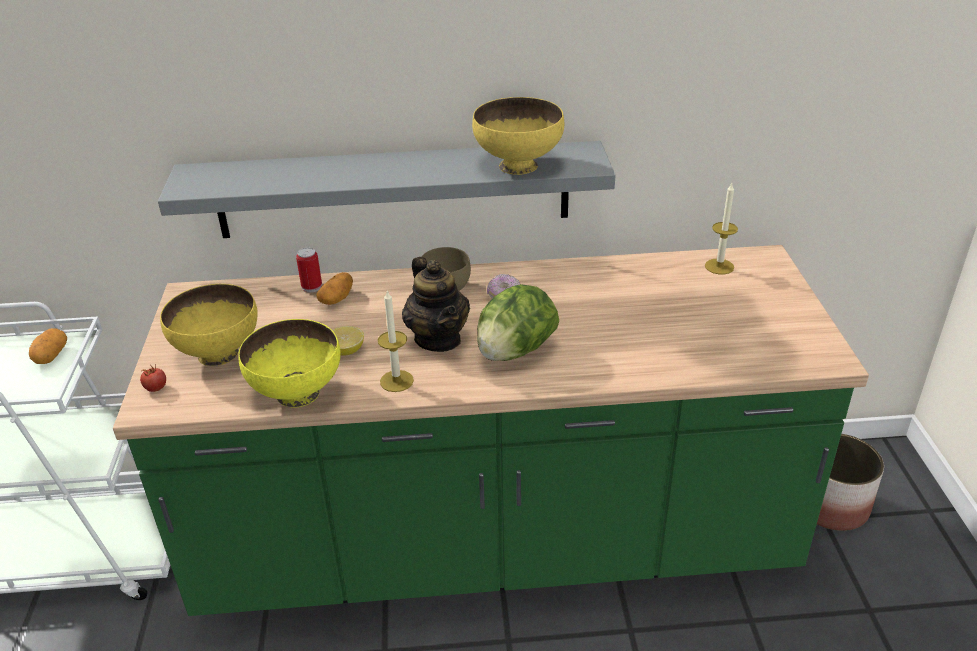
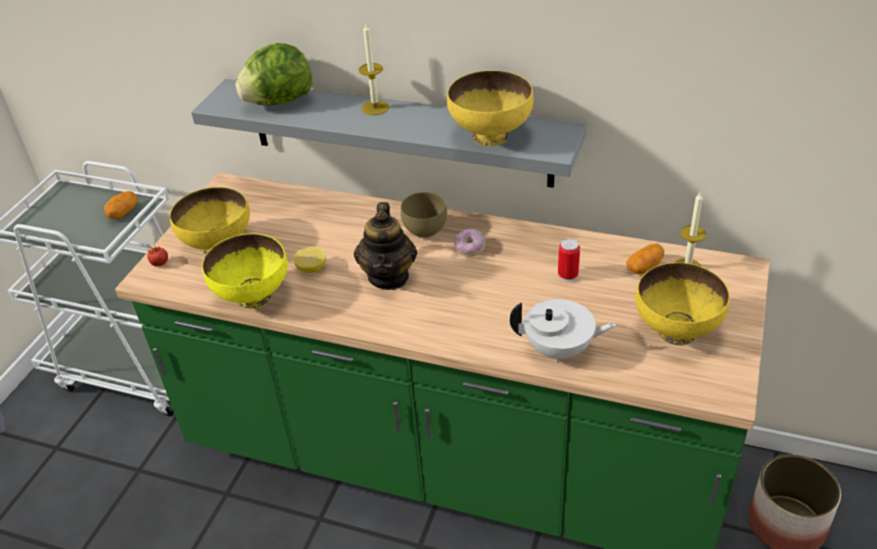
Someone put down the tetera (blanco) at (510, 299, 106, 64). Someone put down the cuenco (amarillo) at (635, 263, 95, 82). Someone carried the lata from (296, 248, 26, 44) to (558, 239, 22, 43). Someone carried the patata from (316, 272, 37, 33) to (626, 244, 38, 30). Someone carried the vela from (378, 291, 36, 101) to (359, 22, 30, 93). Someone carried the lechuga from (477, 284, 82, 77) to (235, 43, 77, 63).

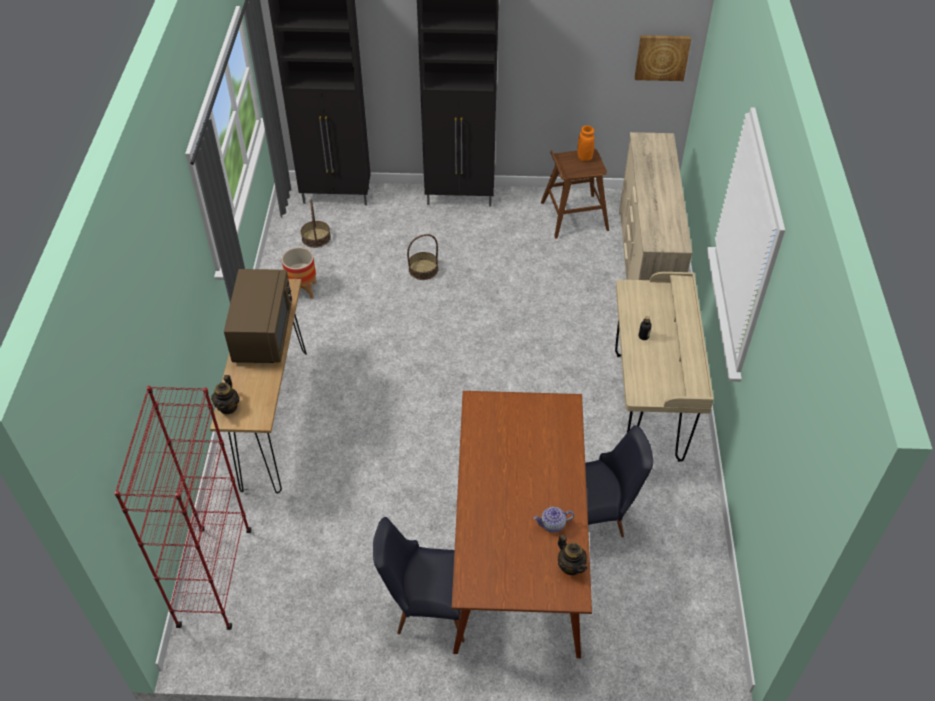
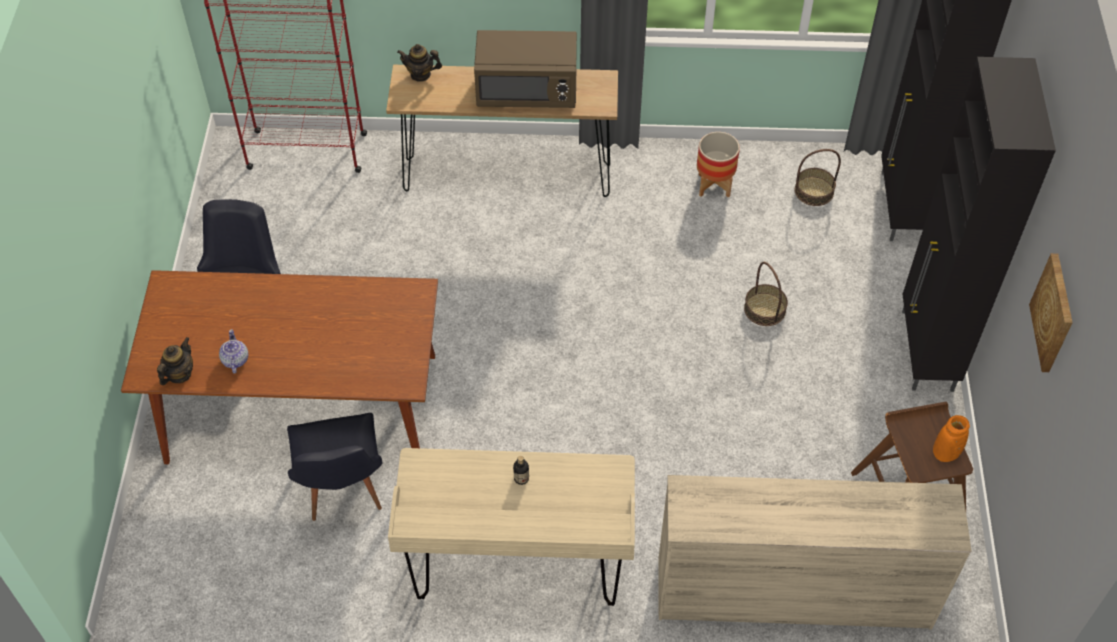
Someone carried the cuadro from (635, 35, 56, 46) to (1029, 253, 44, 119). Someone rotated the tetera at (558, 534, 29, 41) by 150 degrees clockwise.

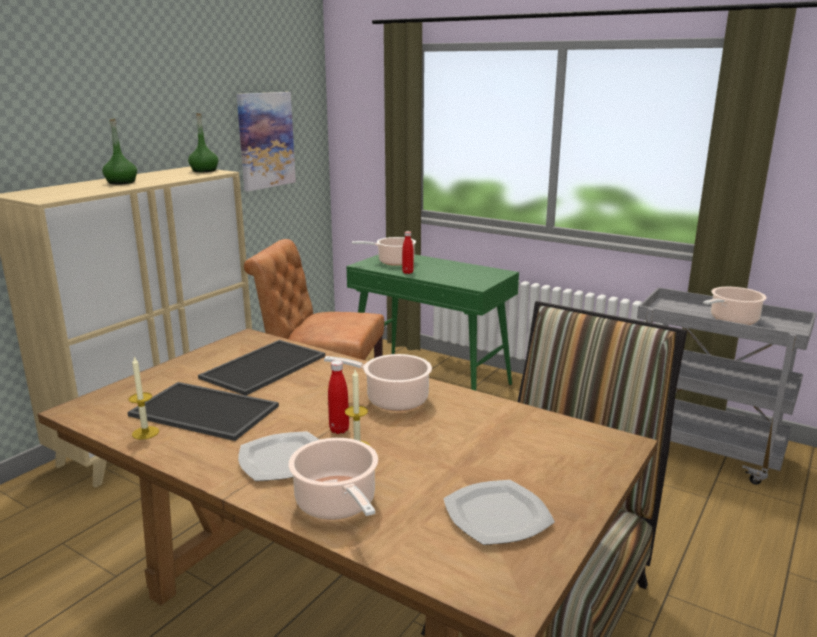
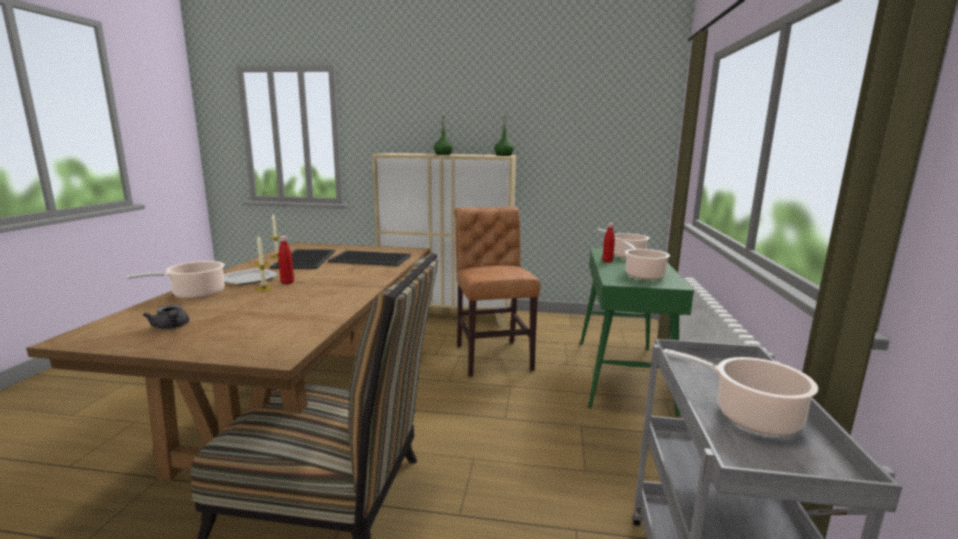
Someone took away the cuadro at (237, 92, 59, 99). Someone carried the olla from (324, 354, 108, 57) to (622, 242, 48, 38). Someone swapped the plato at (443, 480, 112, 65) for the tetera (gris) at (143, 305, 46, 24).

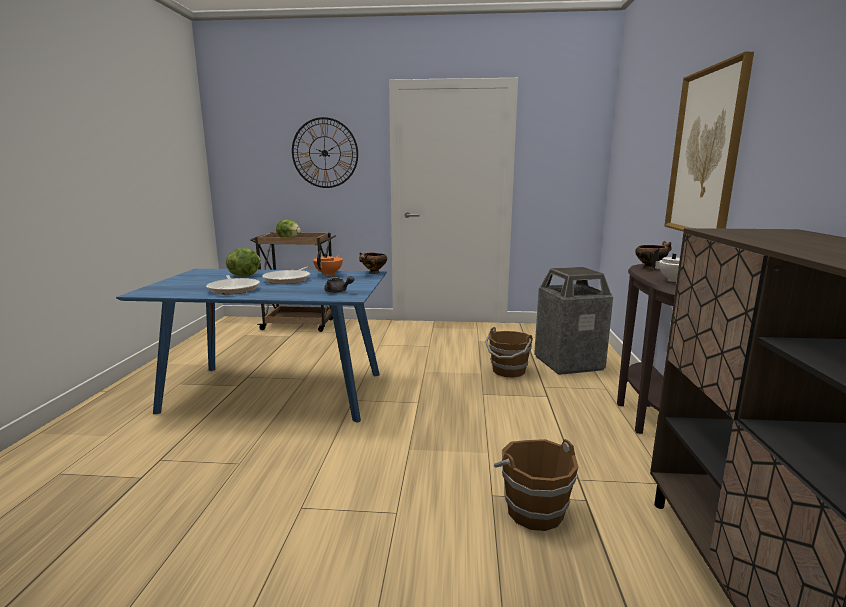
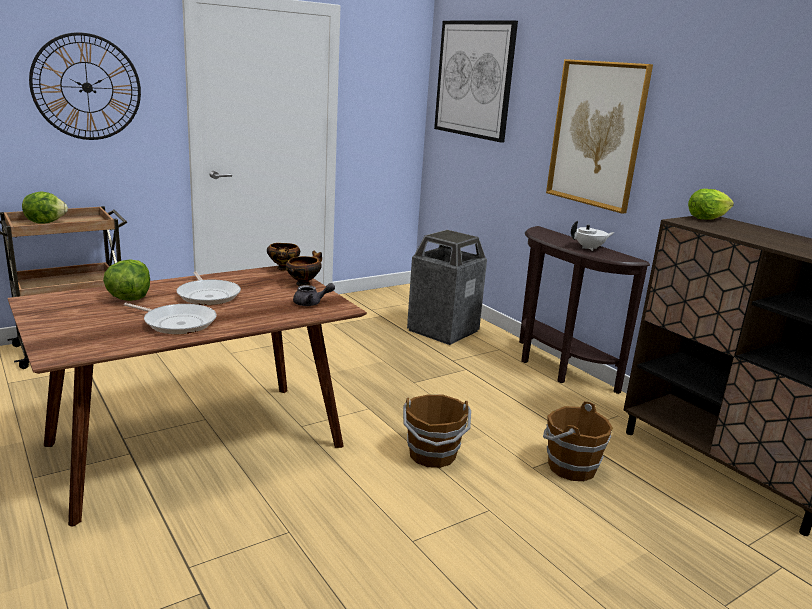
Someone took away the tetera (naranja) at (313, 251, 30, 25). Someone put up the cuadro at (434, 20, 84, 123). Someone put down the lechuga at (688, 189, 46, 31). Someone carried the cubo (marrón) from (485, 327, 48, 51) to (403, 395, 68, 73). Someone carried the cuenco from (635, 241, 36, 28) to (286, 251, 36, 35). Someone repainted the mesa de comedor (azul) at (116, 269, 271, 153), which became the mesa de comedor (marrón) at (8, 266, 359, 260).

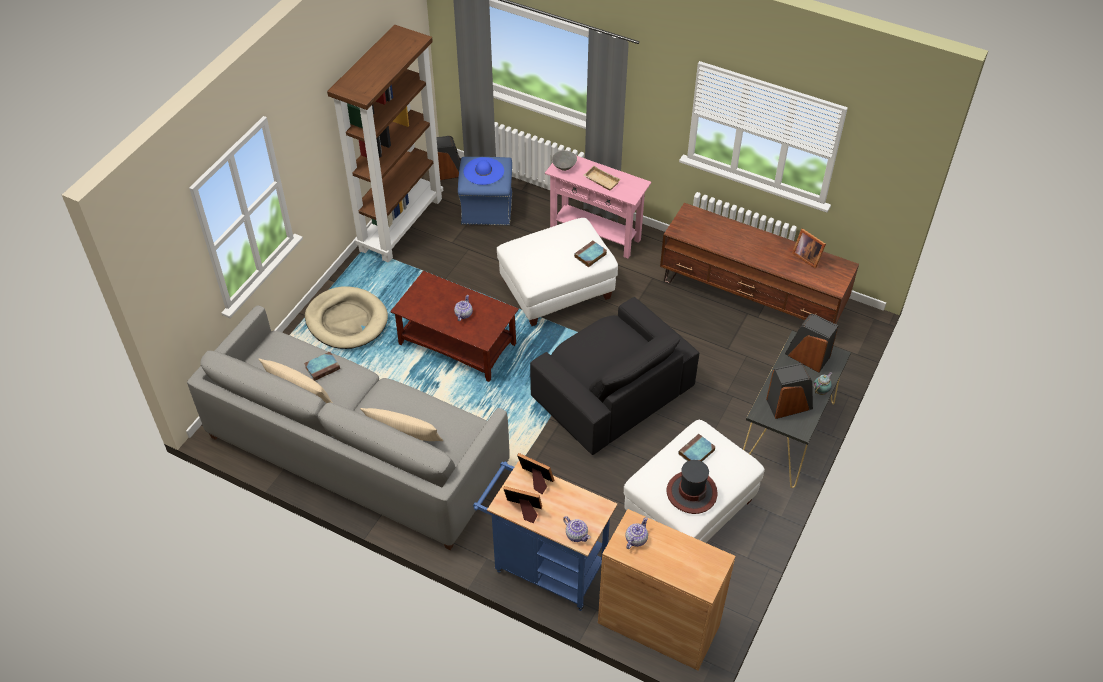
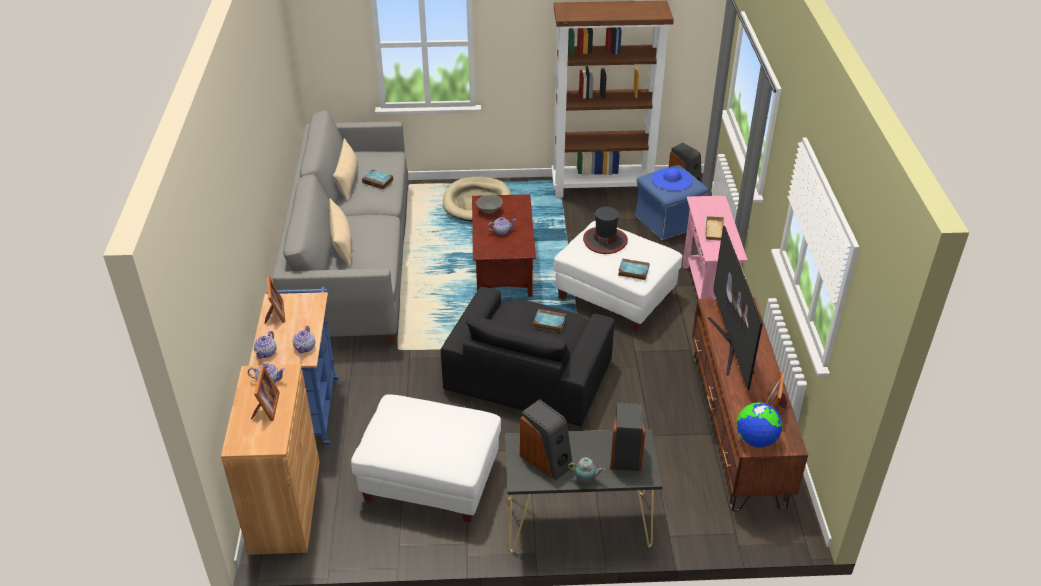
Someone put down the tetera at (293, 326, 22, 27). Someone put down the televisor at (708, 226, 55, 164). Someone put down the globo terráqueo at (737, 402, 45, 45). Someone carried the portarretratos from (517, 453, 37, 41) to (251, 365, 29, 56). Someone carried the cuenco (gris) from (552, 150, 25, 21) to (476, 195, 27, 19). Someone carried the sombrero from (666, 460, 52, 54) to (583, 207, 45, 47). Someone carried the libro from (678, 434, 38, 27) to (533, 309, 34, 23).

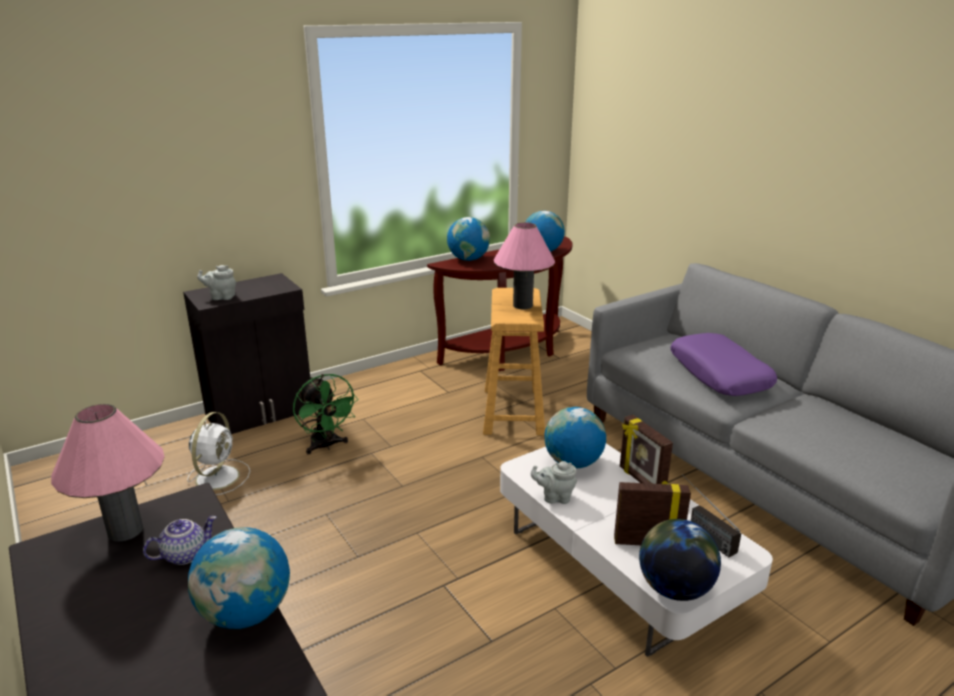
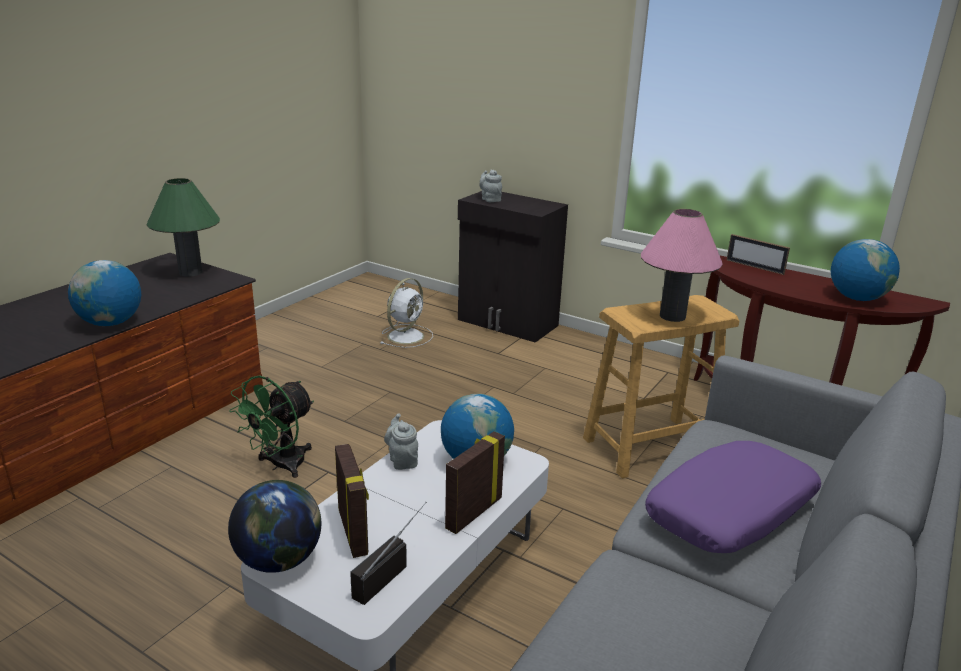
Someone took away the tetera at (143, 516, 74, 49). Someone carried the ventilador (verde) from (293, 374, 66, 80) to (229, 375, 85, 103). Someone swapped the globo terráqueo at (447, 217, 43, 44) for the portarretratos at (727, 234, 63, 41). Someone repainted the lámpara de mesa (rosa) at (51, 404, 114, 138), which became the lámpara de mesa (verde) at (147, 178, 73, 99). Someone rotated the ventilador (blanco) at (187, 412, 63, 83) by 45 degrees counterclockwise.

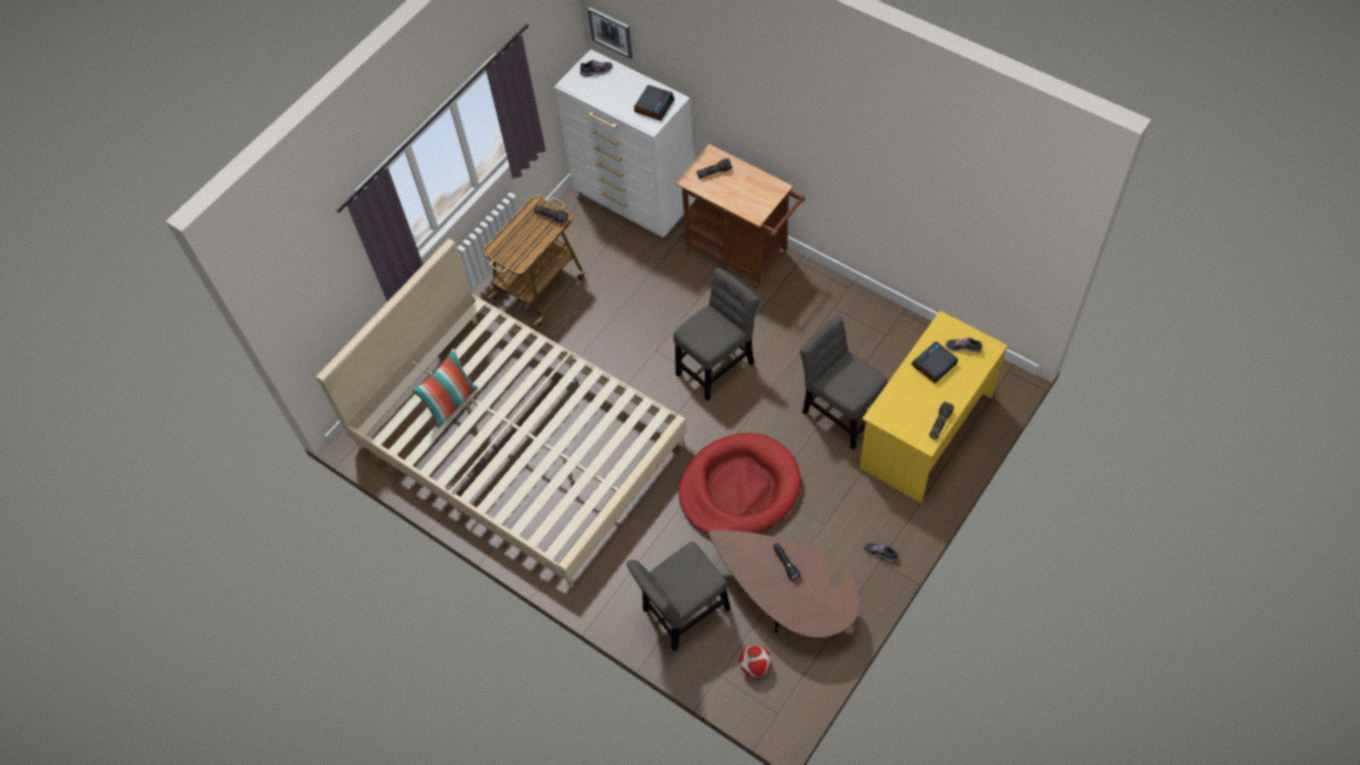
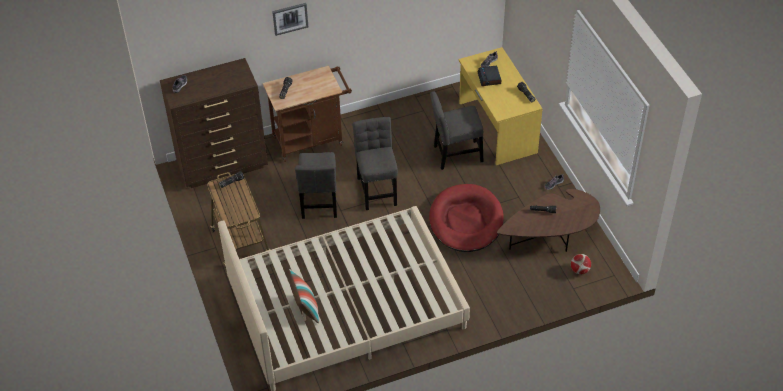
Someone took away the despertador at (634, 85, 41, 36). Someone carried the cuadro from (588, 7, 45, 52) to (272, 3, 36, 33). Someone carried the silla (gris) from (626, 542, 105, 109) to (295, 152, 42, 67). Someone repainted the cómoda (blanco) at (554, 49, 142, 188), which became the cómoda (marrón) at (160, 58, 108, 130).

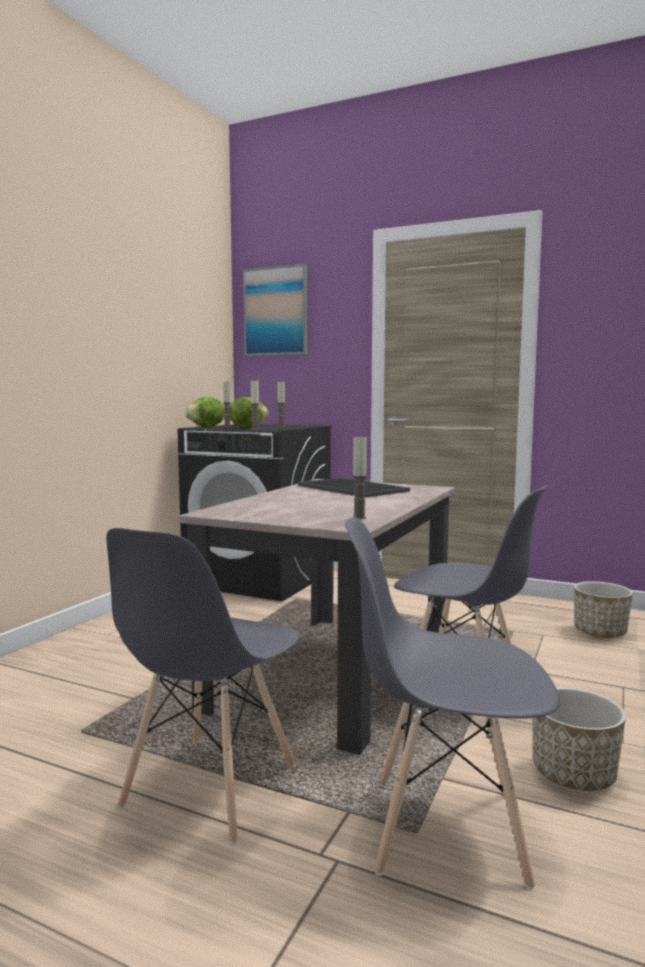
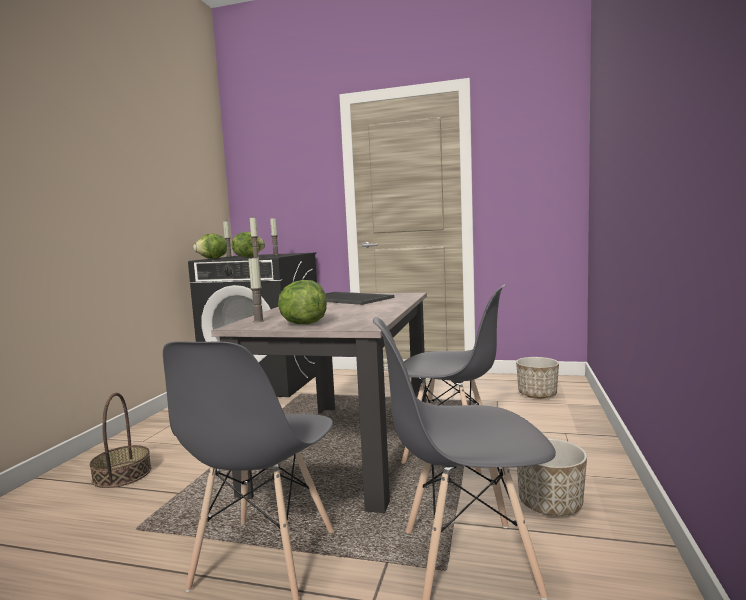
Someone took away the cuadro at (243, 264, 64, 92). Someone put down the cesta at (89, 393, 62, 95). Someone put down the lechuga at (278, 280, 49, 44). Someone carried the vela from (352, 437, 15, 82) to (248, 256, 16, 66).

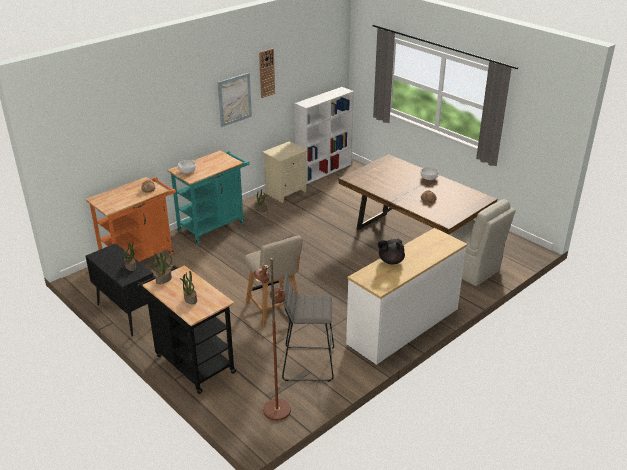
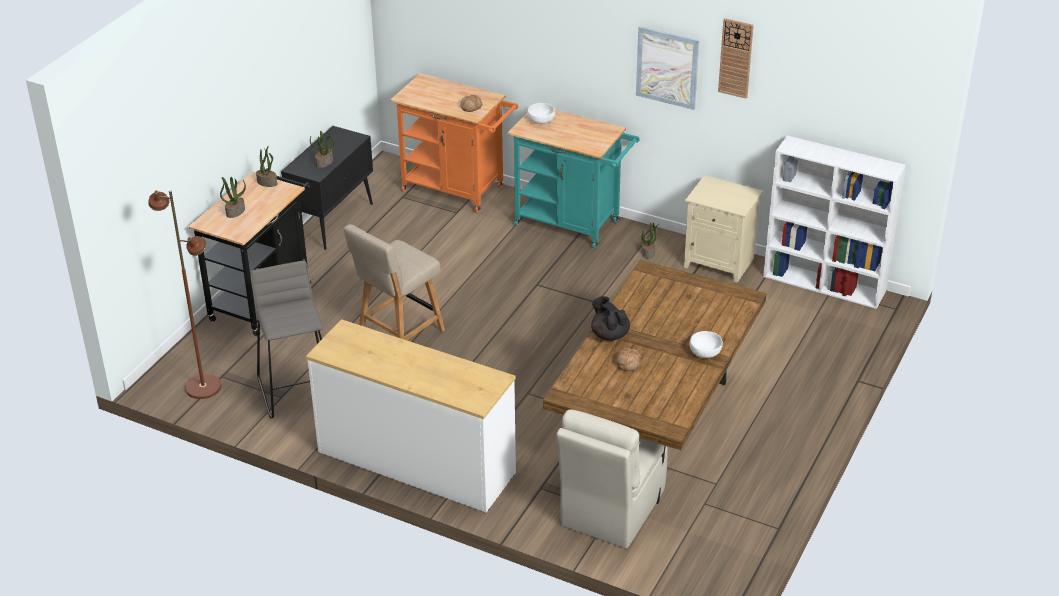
Someone carried the tetera (negro) from (377, 238, 28, 27) to (591, 296, 39, 45).

